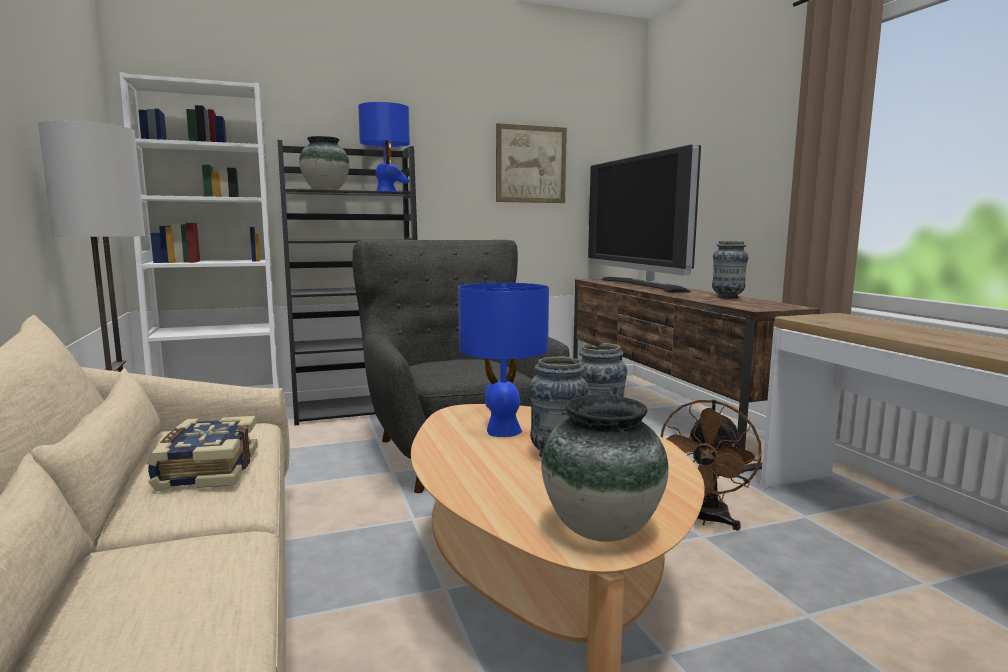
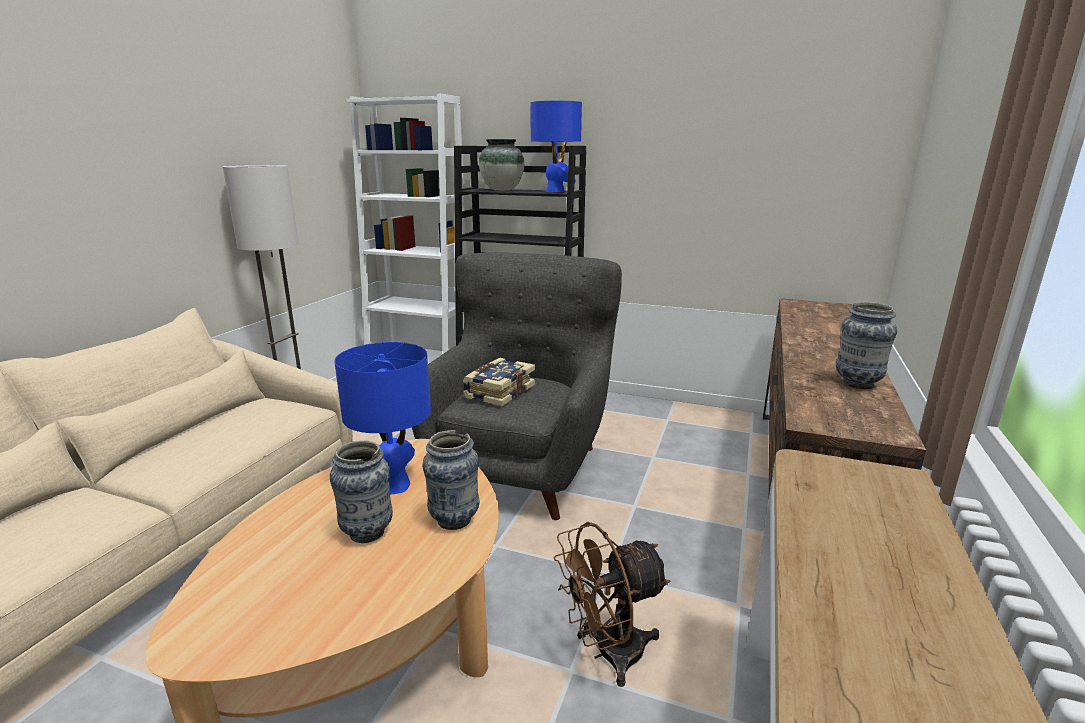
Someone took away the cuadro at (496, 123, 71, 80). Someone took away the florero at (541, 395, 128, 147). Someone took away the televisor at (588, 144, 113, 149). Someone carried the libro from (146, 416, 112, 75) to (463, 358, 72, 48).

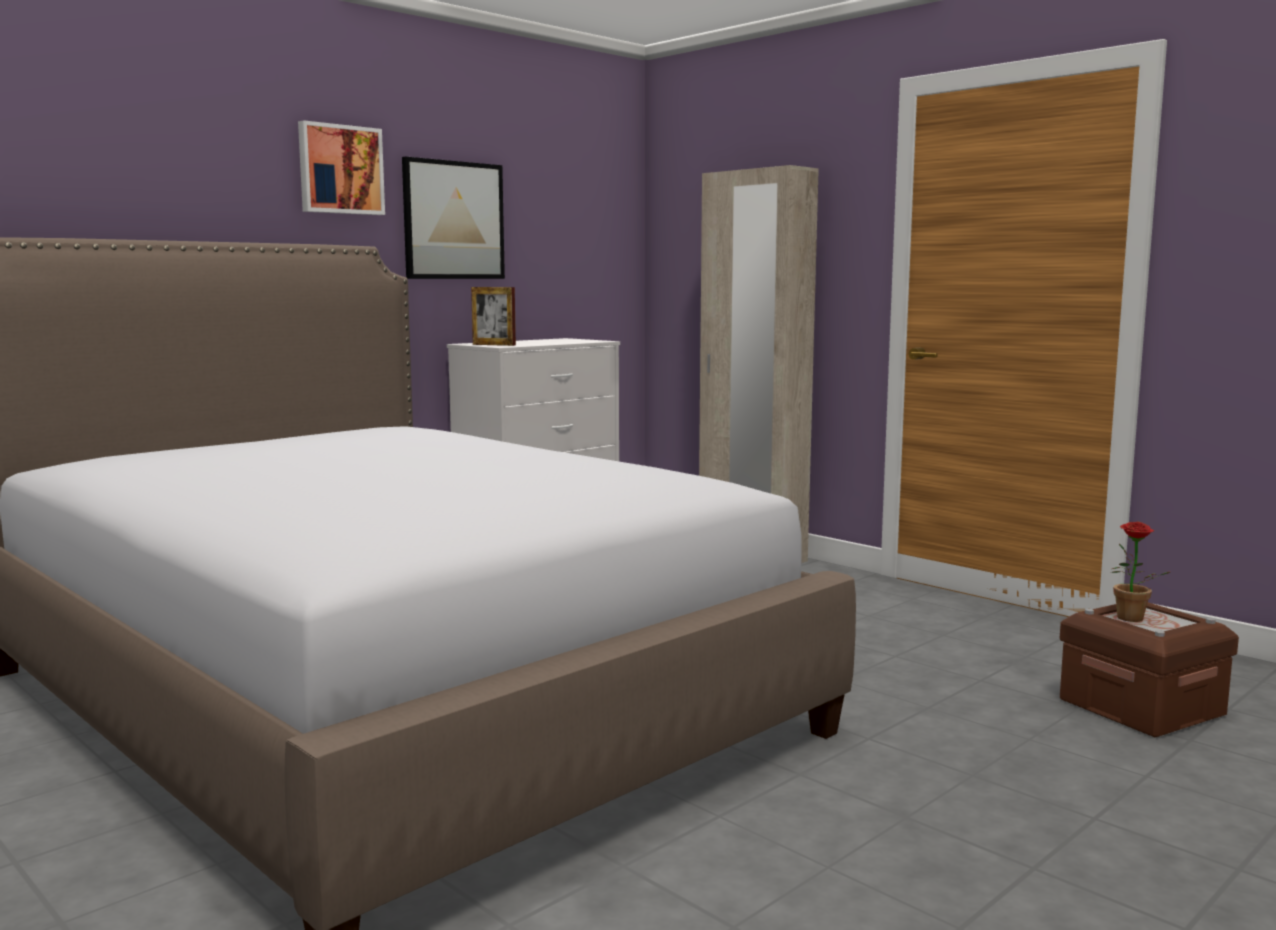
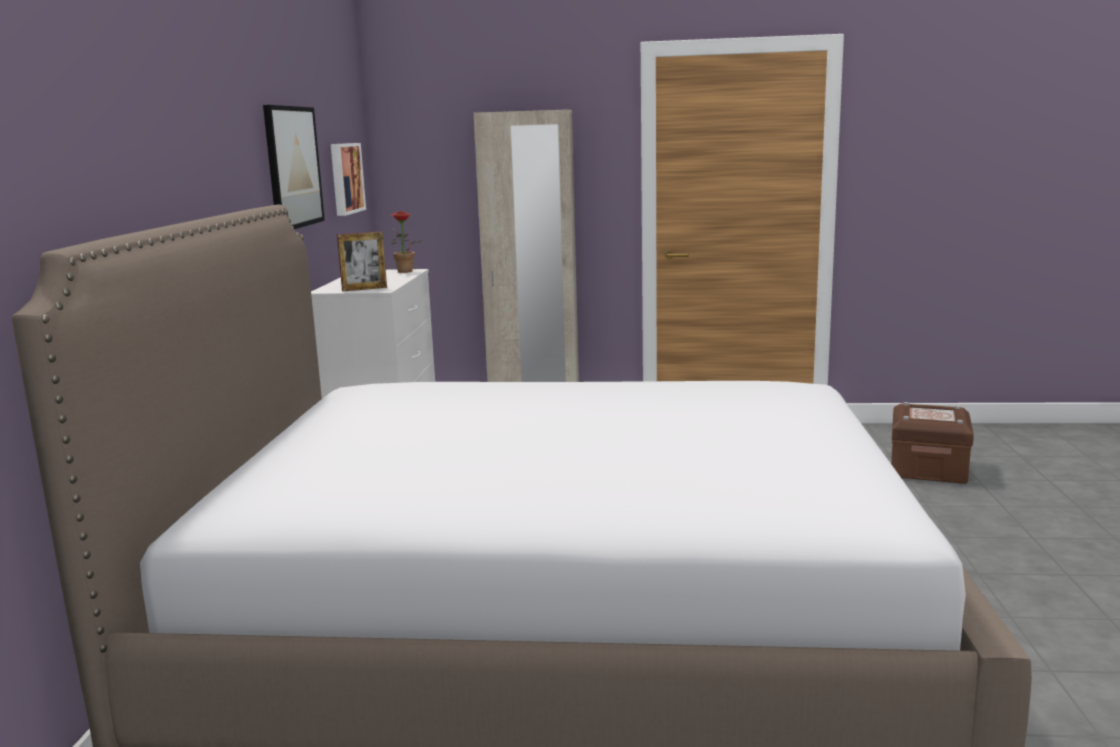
Someone carried the cuadro from (298, 120, 87, 95) to (331, 143, 35, 73). Someone carried the planta en maceta from (1111, 522, 59, 100) to (392, 211, 30, 62).

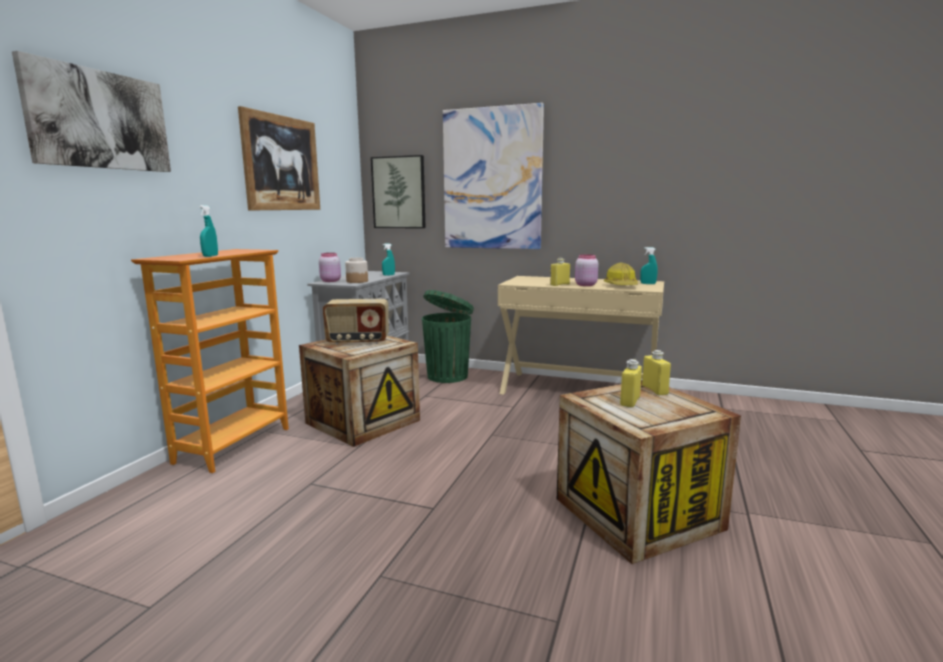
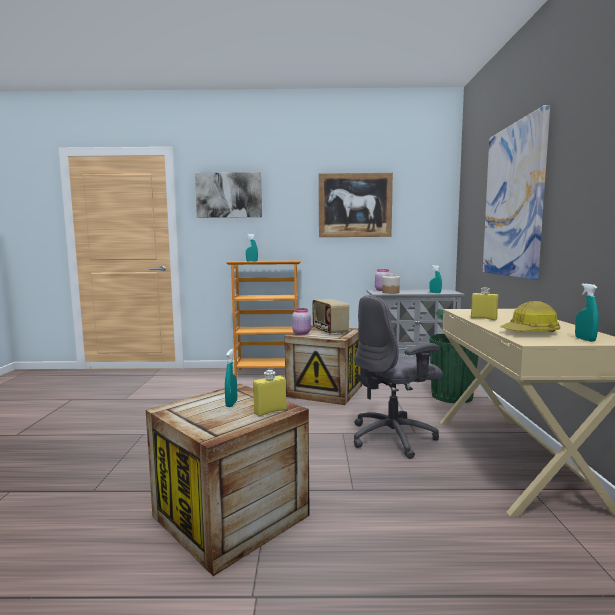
Someone took away the cuadro at (371, 155, 54, 73). Someone put down the silla de oficina (gris) at (354, 295, 89, 164). Someone carried the tarro (rosa) from (575, 254, 23, 32) to (292, 308, 19, 27). Someone swapped the botella (amarillo) at (620, 359, 22, 48) for the pulverizador (turquesa) at (225, 349, 12, 58).

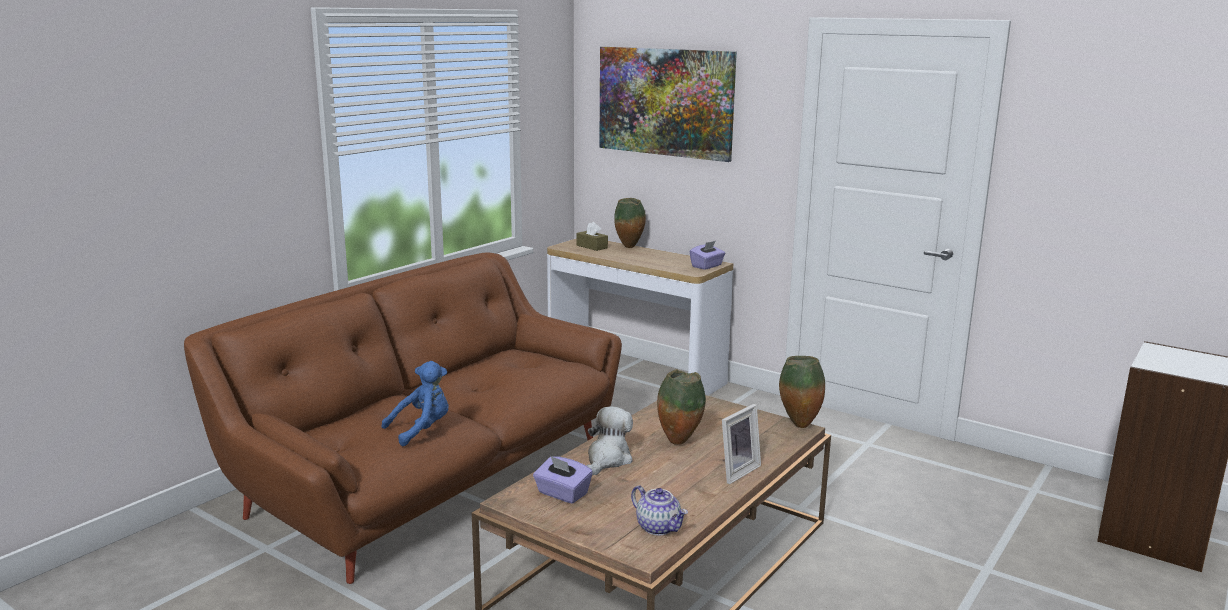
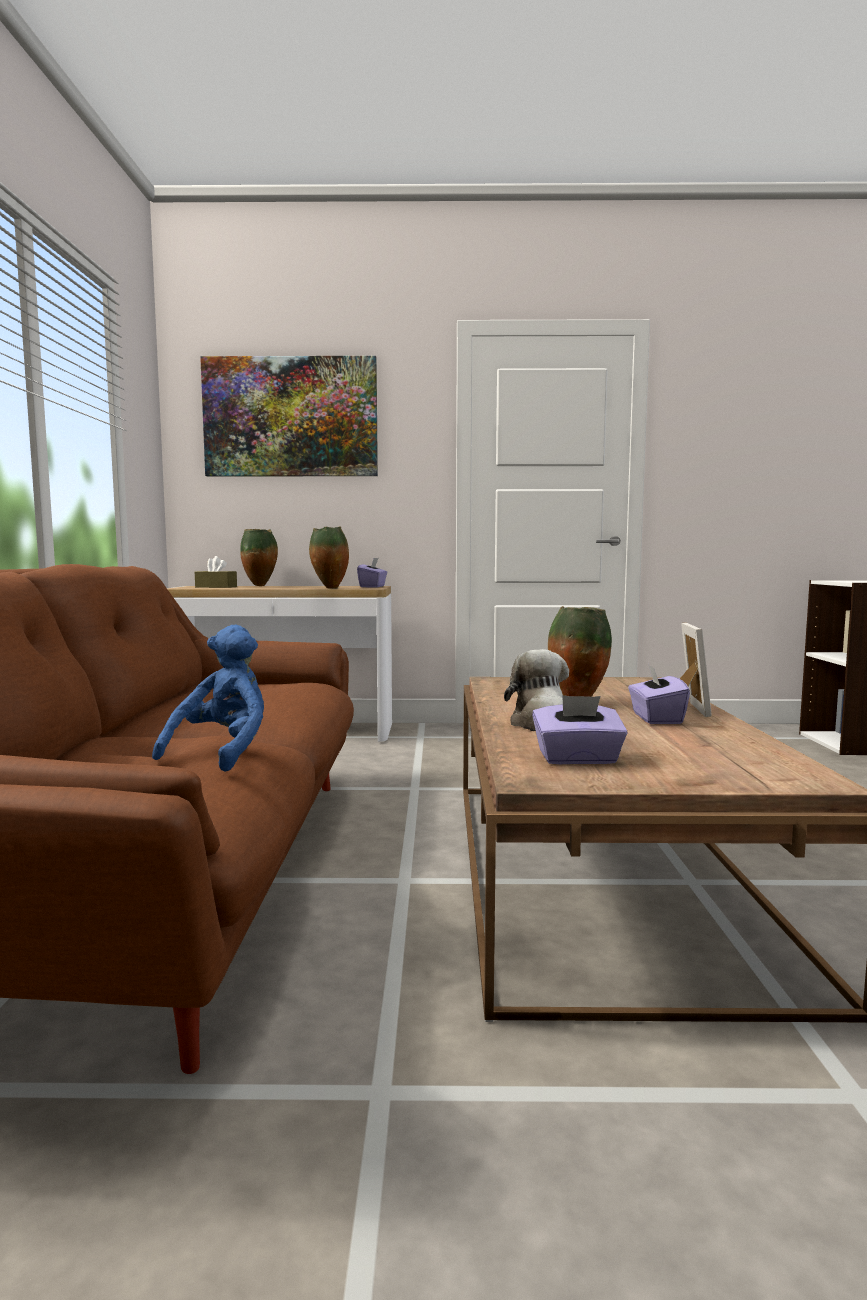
Someone took away the tetera at (631, 485, 57, 50). Someone put down the caja de pañuelos (morado) at (628, 664, 62, 60). Someone carried the florero from (779, 356, 46, 72) to (309, 527, 40, 61).

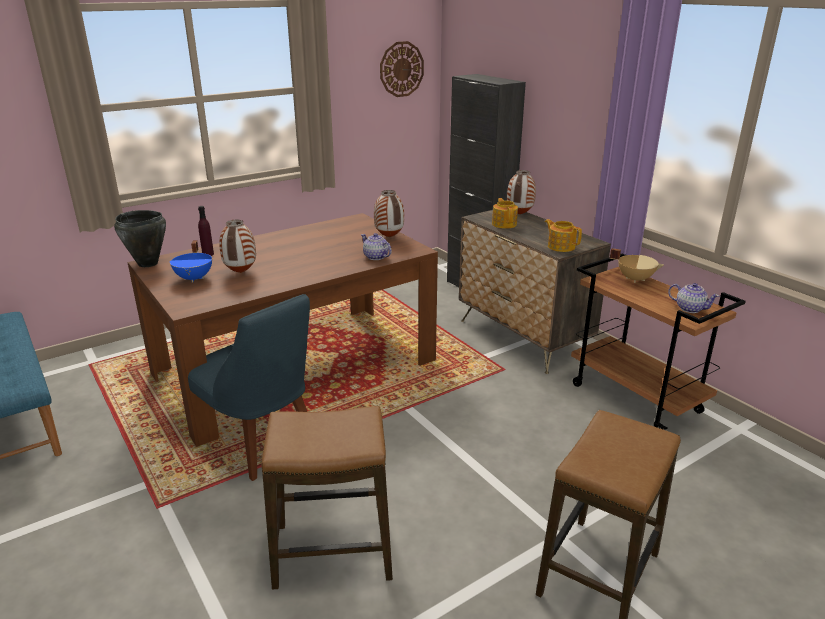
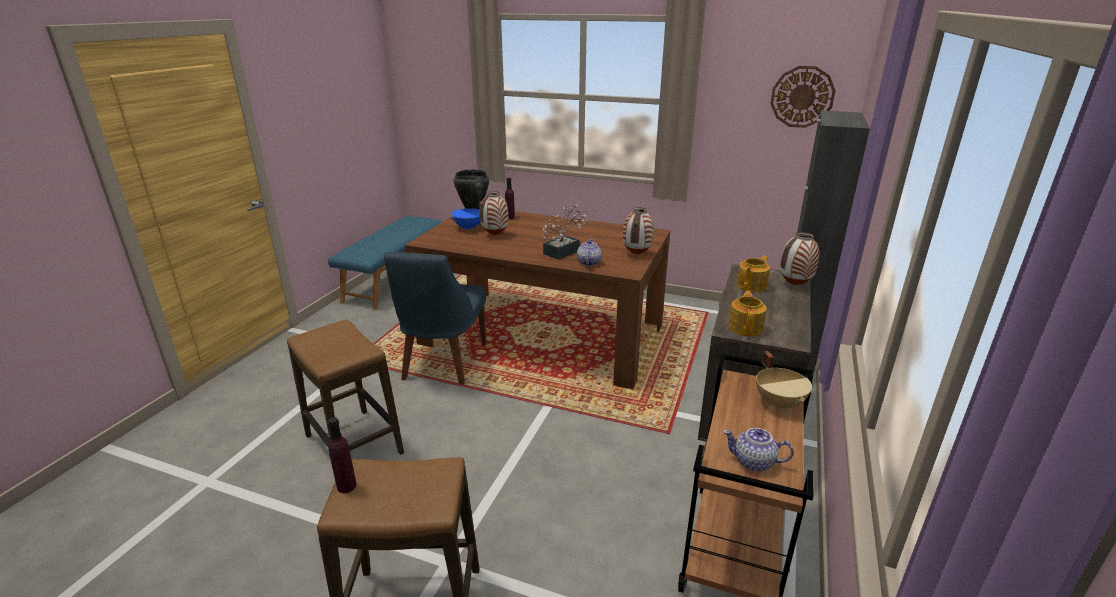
Someone put down the botella (morado) at (328, 417, 29, 76). Someone put down the planta en maceta at (542, 205, 47, 55). Someone rotated the tetera at (668, 283, 51, 30) by 105 degrees clockwise.

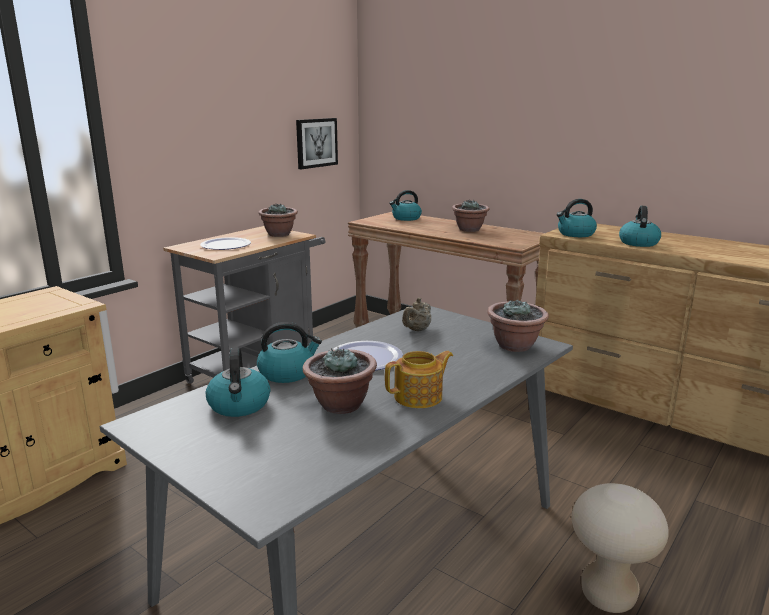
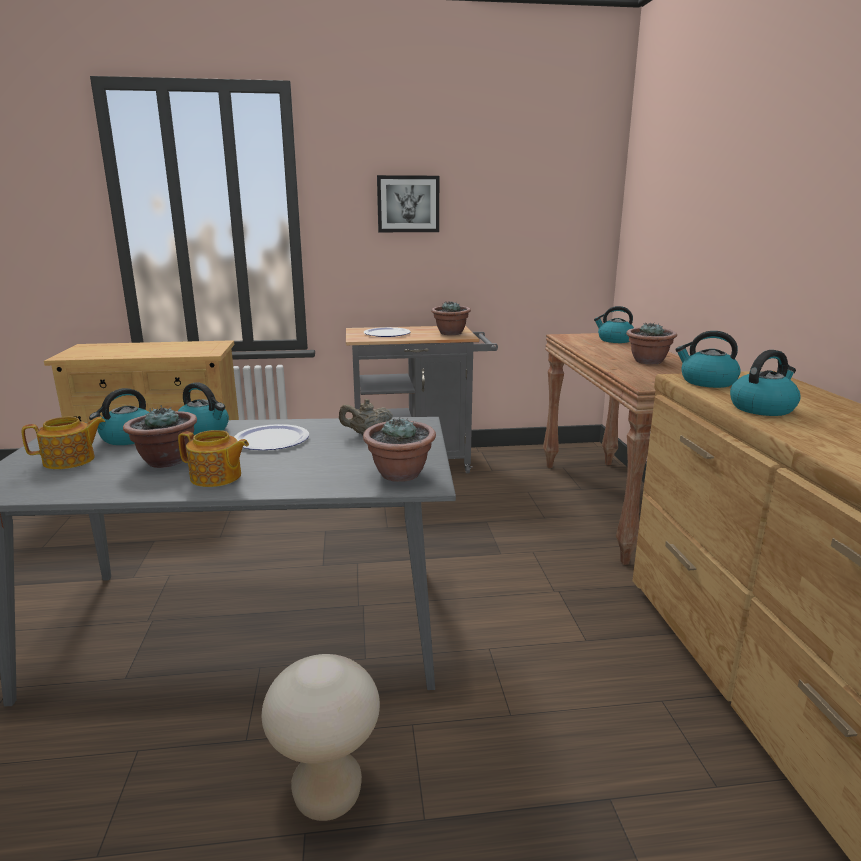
Someone put down the tetera at (22, 417, 83, 52). Someone carried the cuadro from (296, 118, 42, 51) to (377, 175, 62, 57).

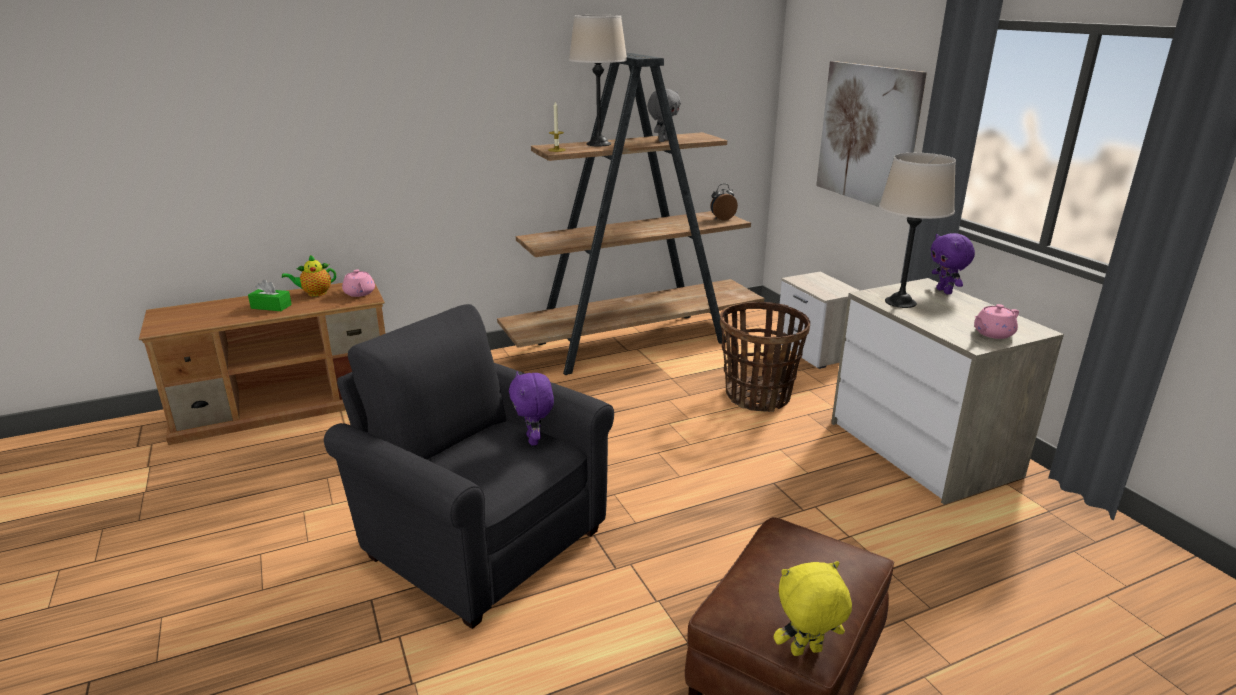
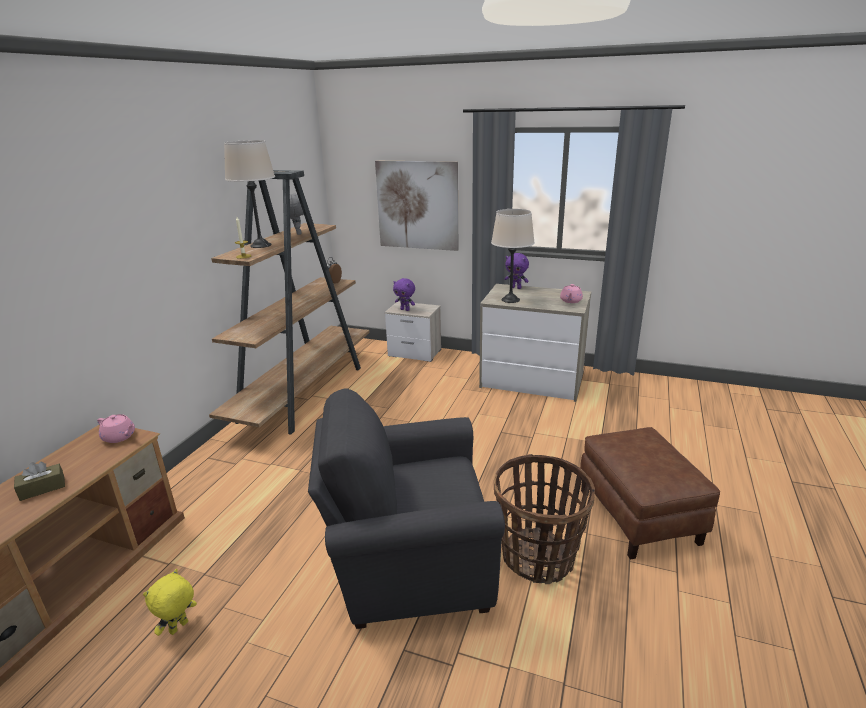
Someone took away the tetera at (282, 255, 54, 42). Someone carried the peluche (morado) from (509, 372, 45, 73) to (393, 278, 22, 33). Someone carried the cesta from (720, 302, 90, 110) to (494, 454, 101, 130). Someone carried the peluche (amarillo) from (774, 561, 78, 95) to (143, 569, 54, 67). Someone repainted the caja de pañuelos (verde) at (248, 280, 44, 31), which became the caja de pañuelos (marrón) at (14, 462, 51, 39).

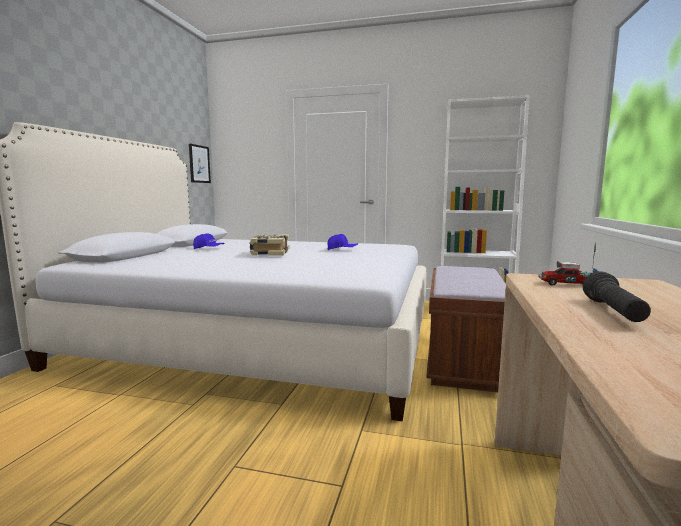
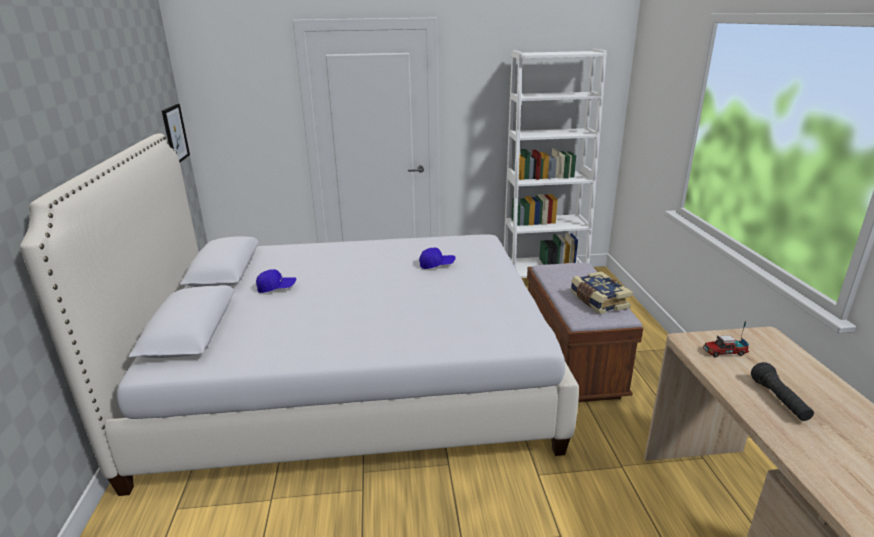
Someone carried the libro from (249, 234, 40, 22) to (570, 271, 63, 43).

